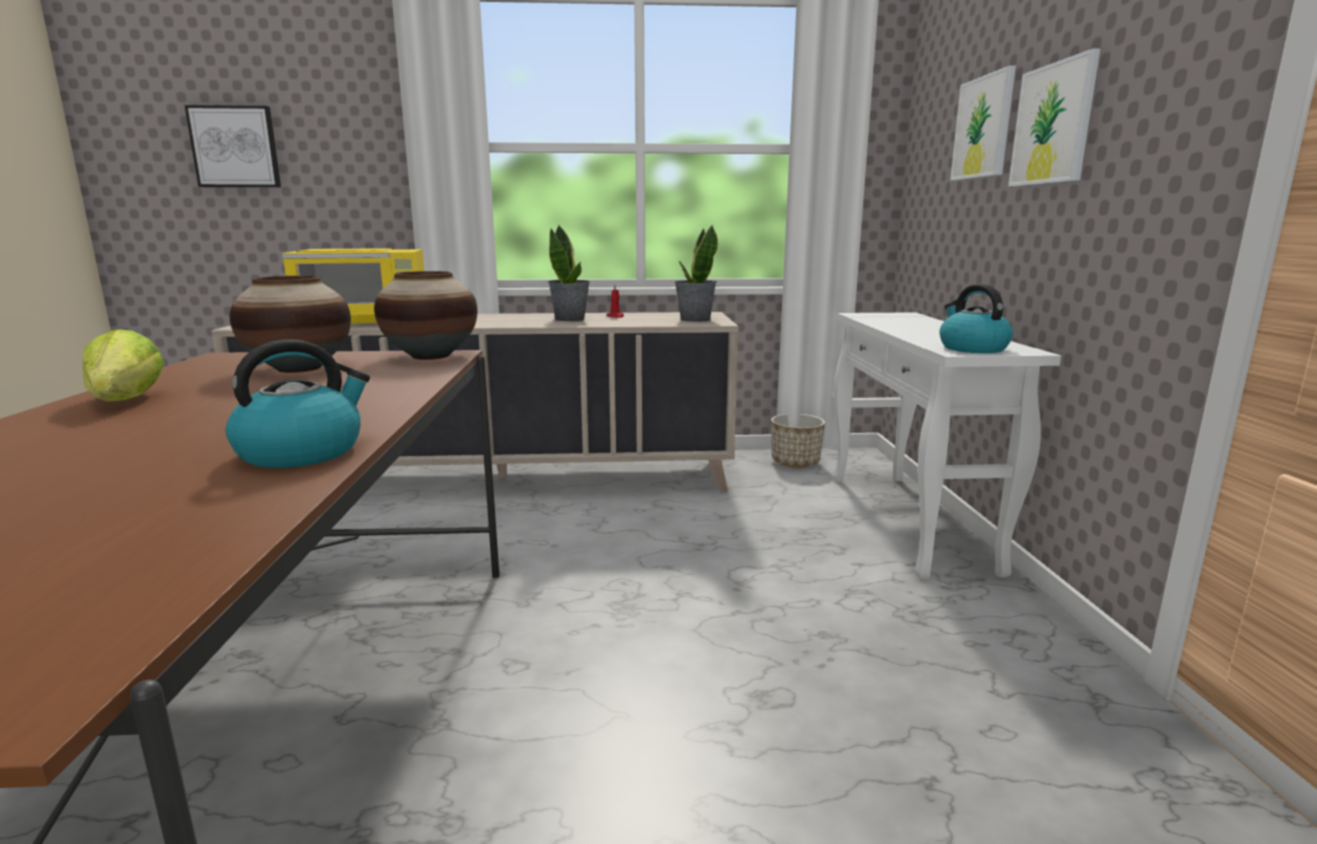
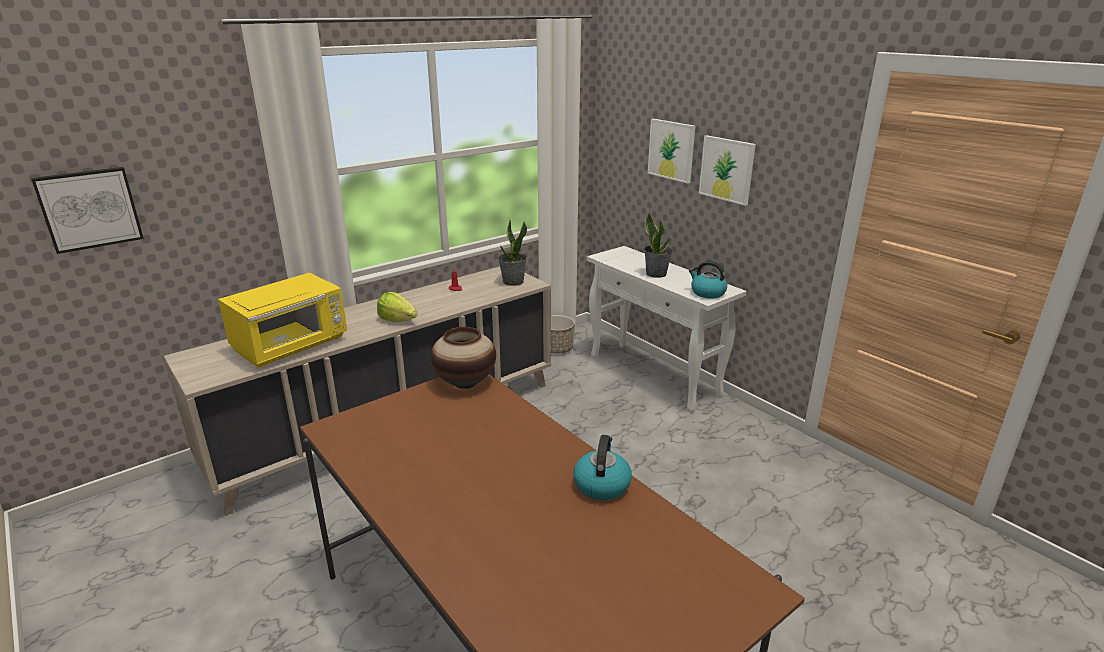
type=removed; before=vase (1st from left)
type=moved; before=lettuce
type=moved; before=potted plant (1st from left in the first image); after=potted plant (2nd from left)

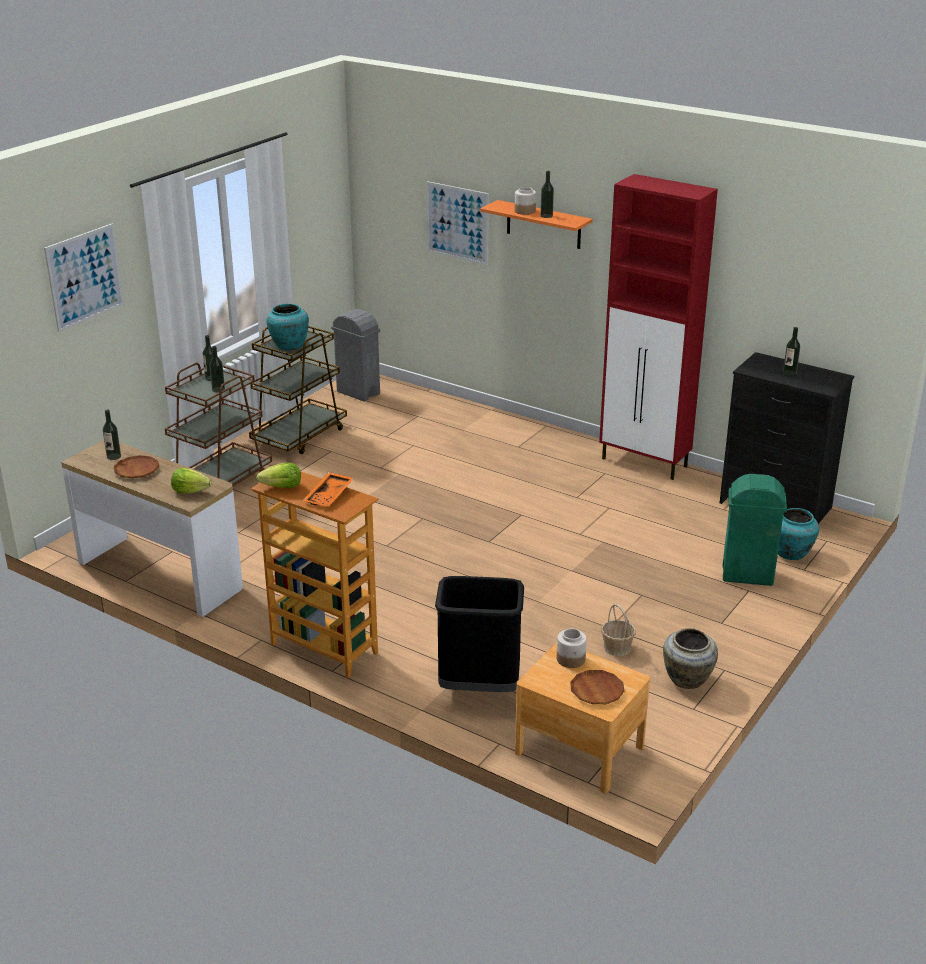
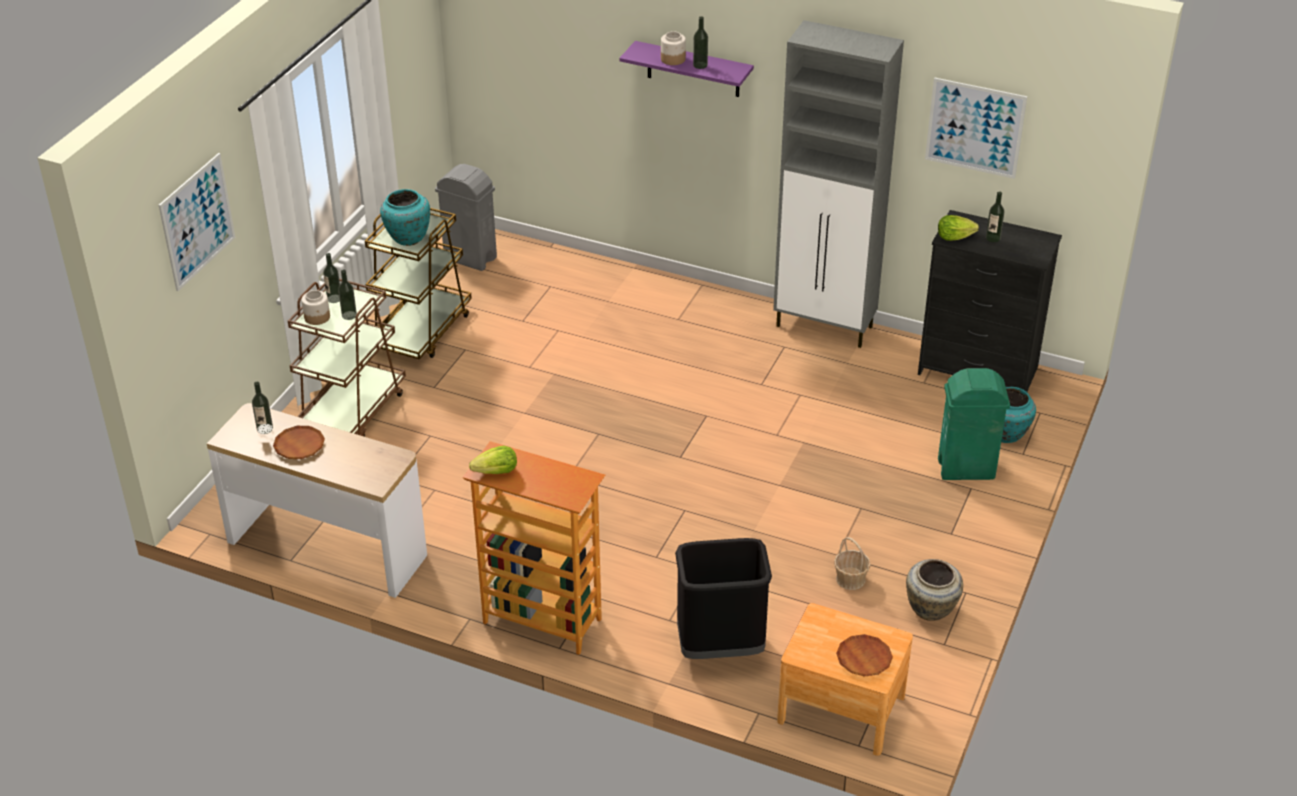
type=removed; before=orange tray
type=moved; before=lettuce (1st from left in the first image); after=lettuce (2nd from left)
type=moved; before=picture (2nd from left)
type=moved; before=jar (2nd from left in the first image); after=jar (1st from left)
type=recoloured; before=orange shelf; after=purple shelf
type=recoloured; before=red cabinet; after=grey cabinet

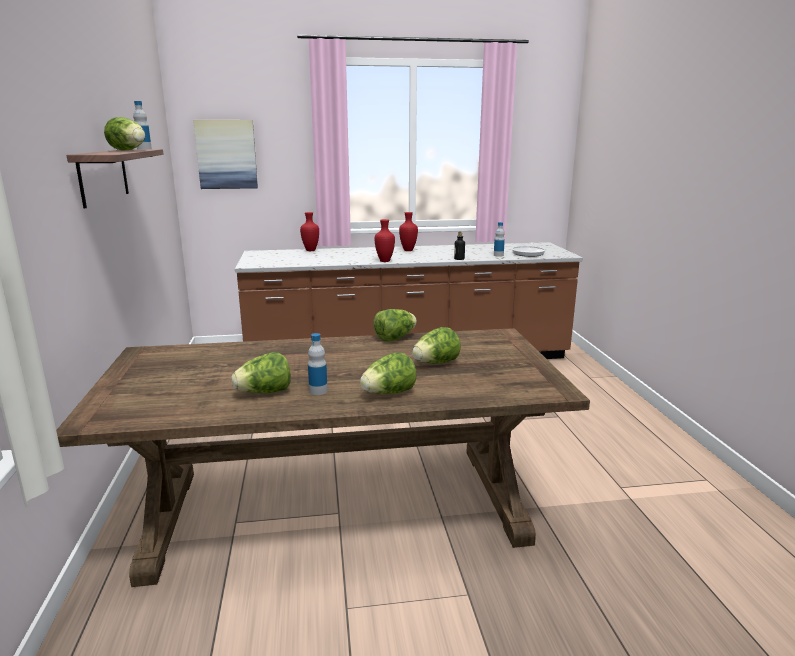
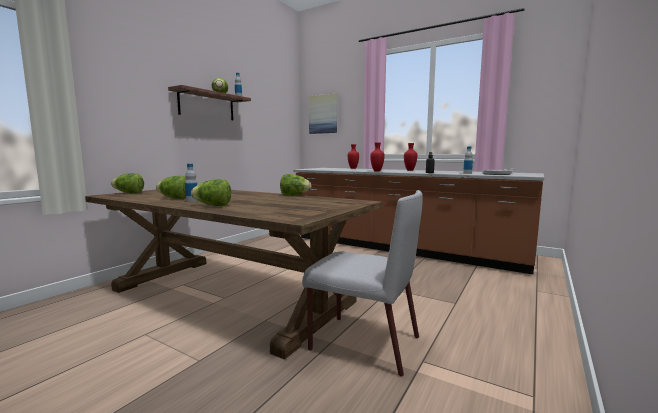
type=added; after=grey chair
type=moved; before=lettuce (5th from left in the first image); after=lettuce (1st from left)

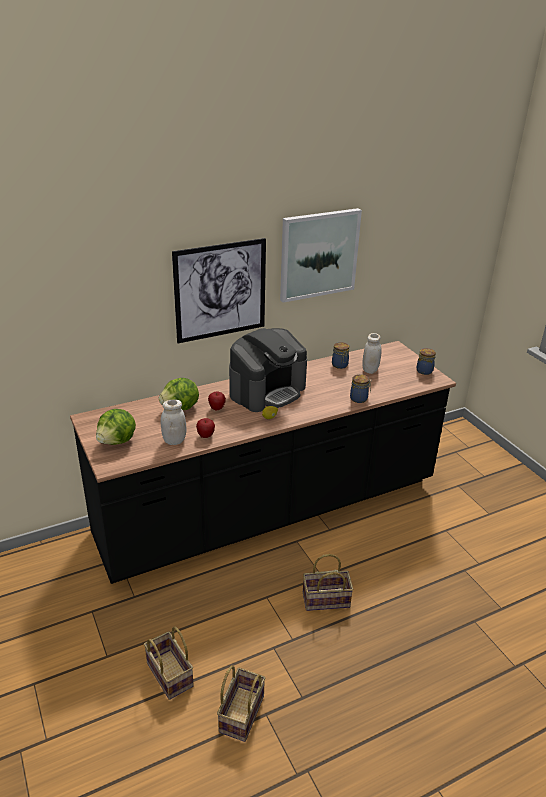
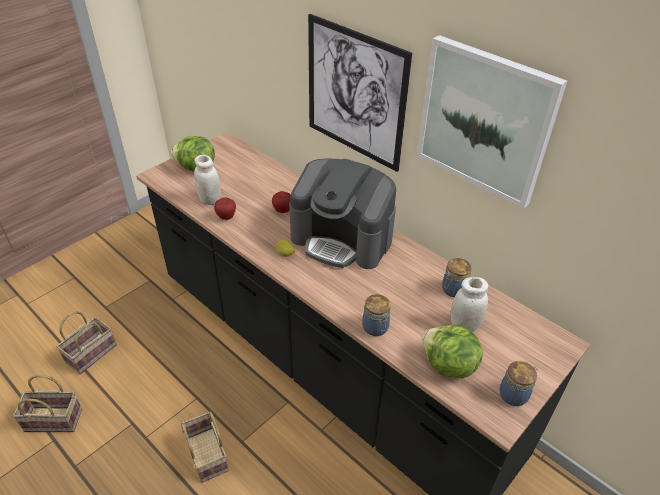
type=moved; before=lettuce (2nd from left)

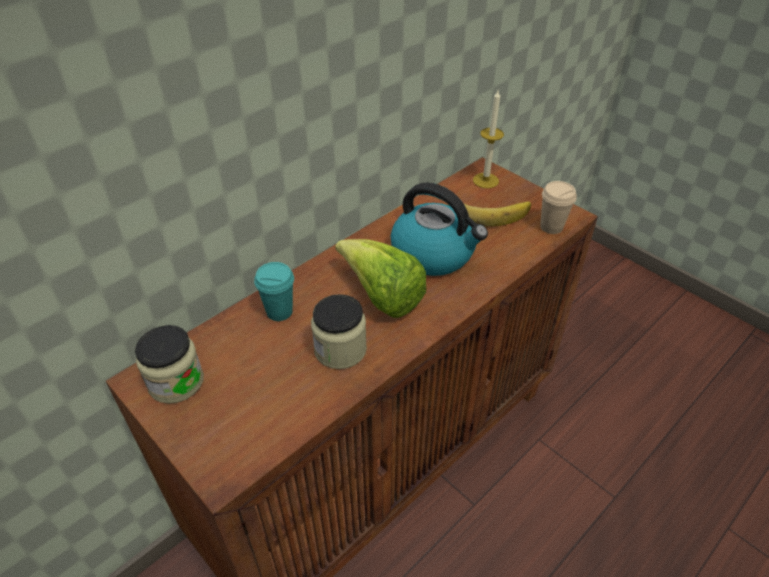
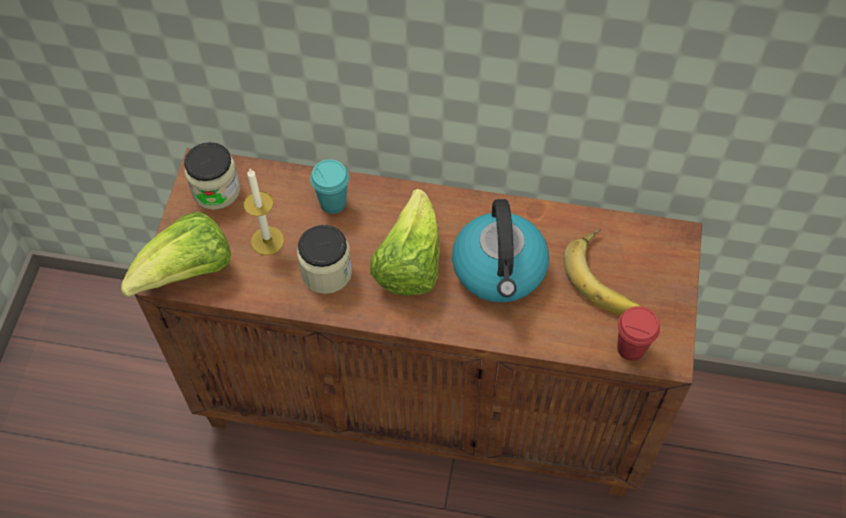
type=added; after=lettuce (1st from left)
type=moved; before=candle
type=recoloured; before=beige cup; after=red cup

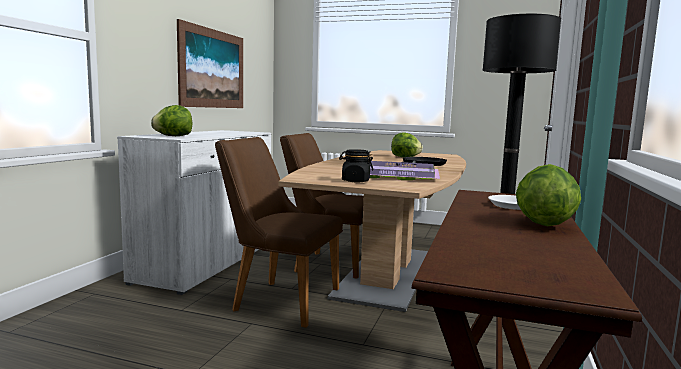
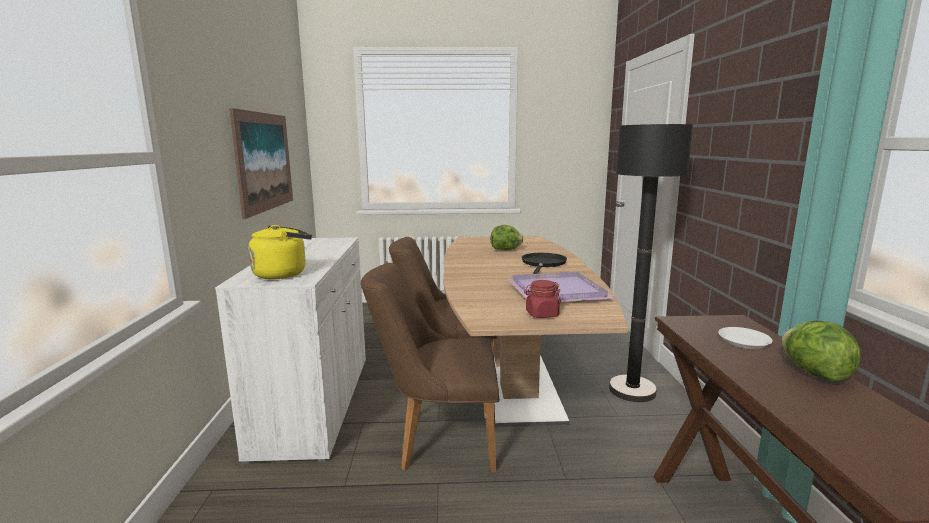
type=replaced; before=lettuce (1st from left); after=yellow kettle
type=recoloured; before=black jar; after=red jar

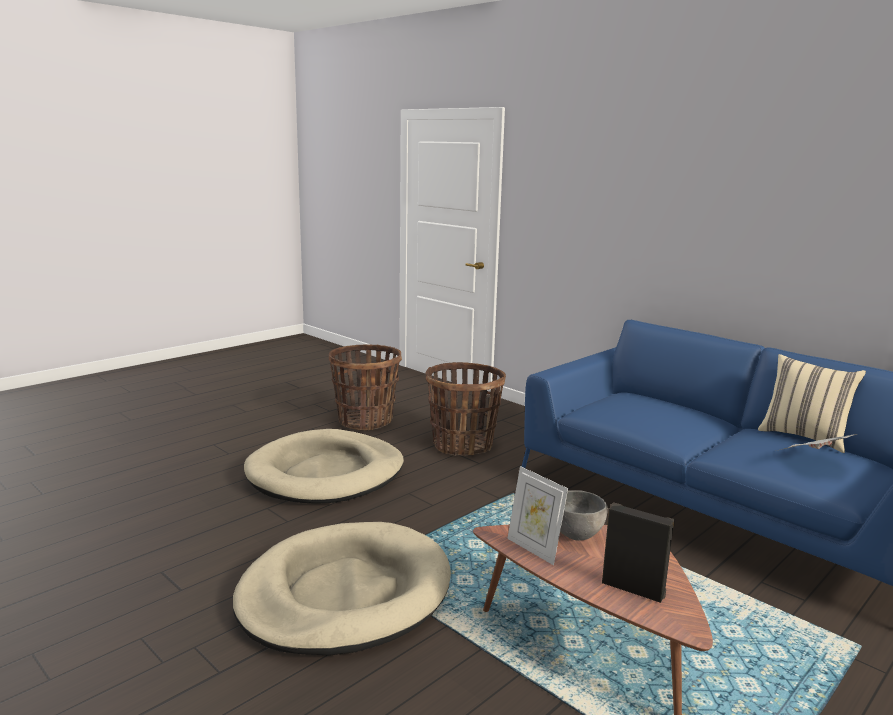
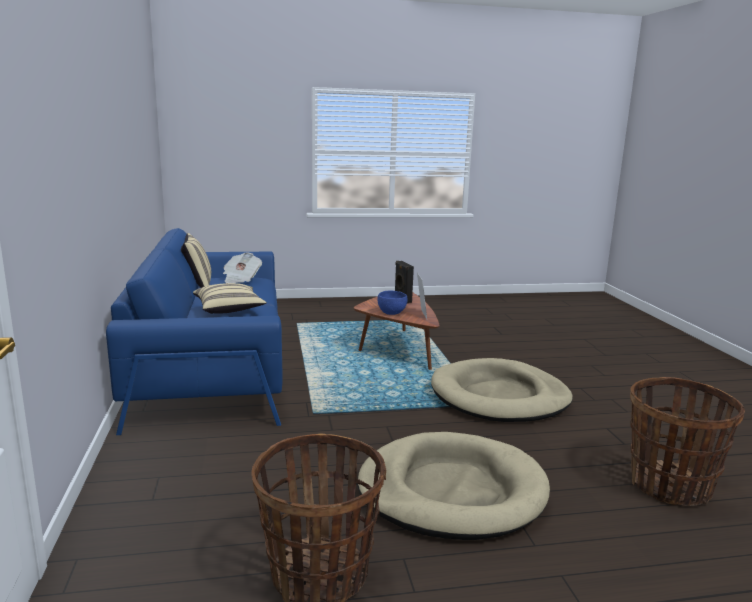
type=added; after=beige pillow (2nd from left)
type=moved; before=basket (2nd from left)
type=recoloured; before=grey bowl; after=blue bowl

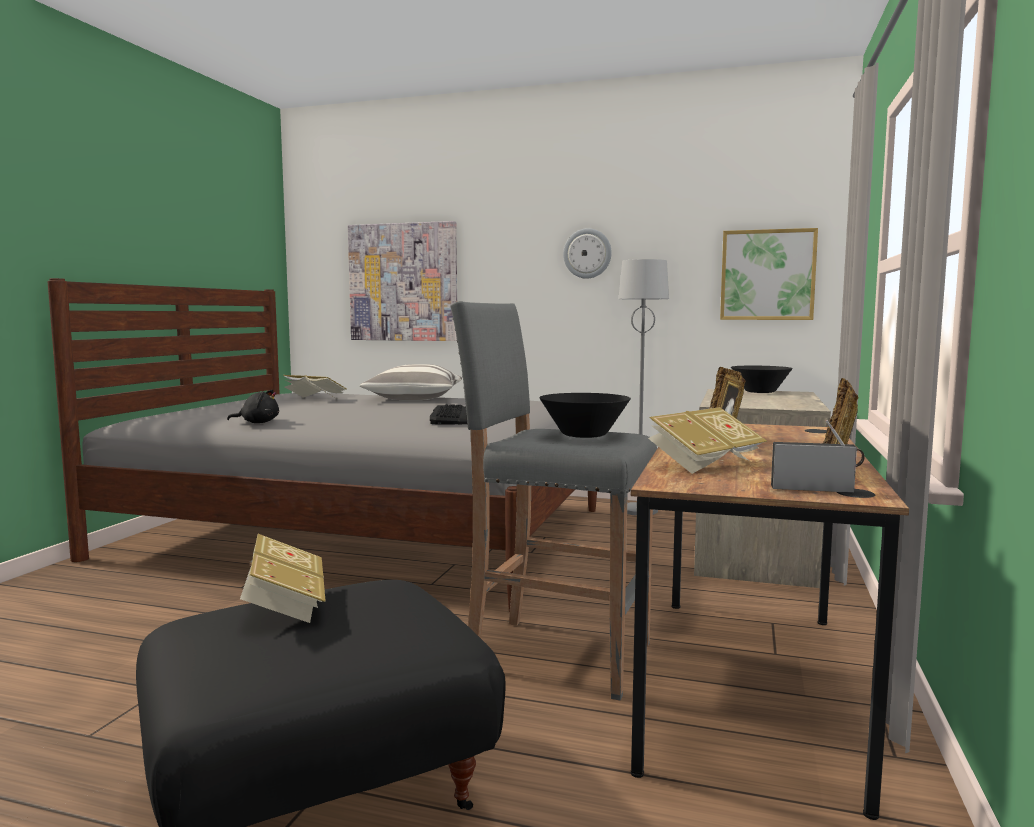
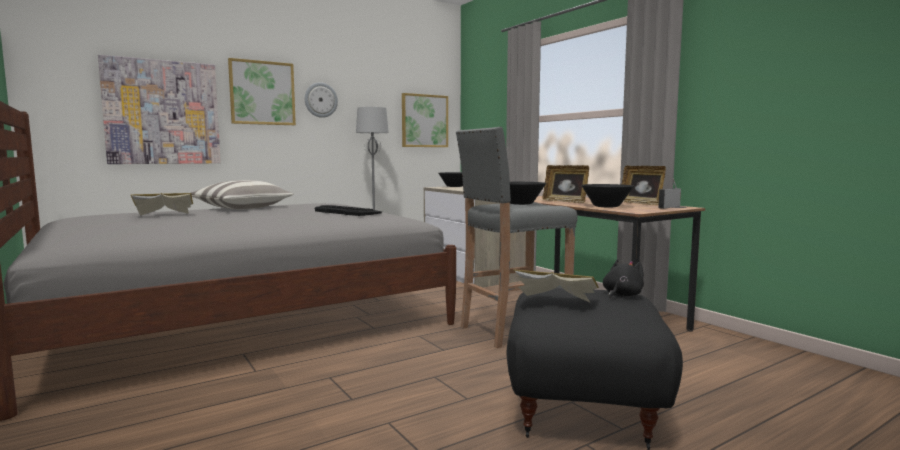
type=added; after=picture (2nd from left)
type=moved; before=black plush toy
type=replaced; before=book (3rd from left); after=black bowl (3rd from left)

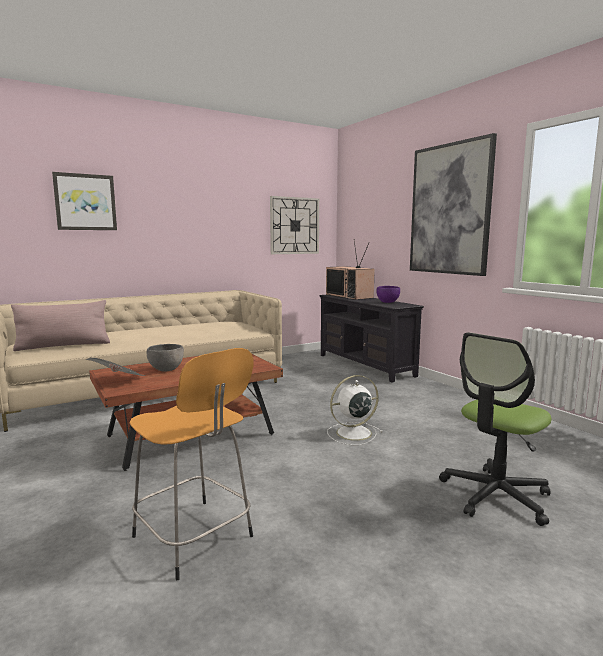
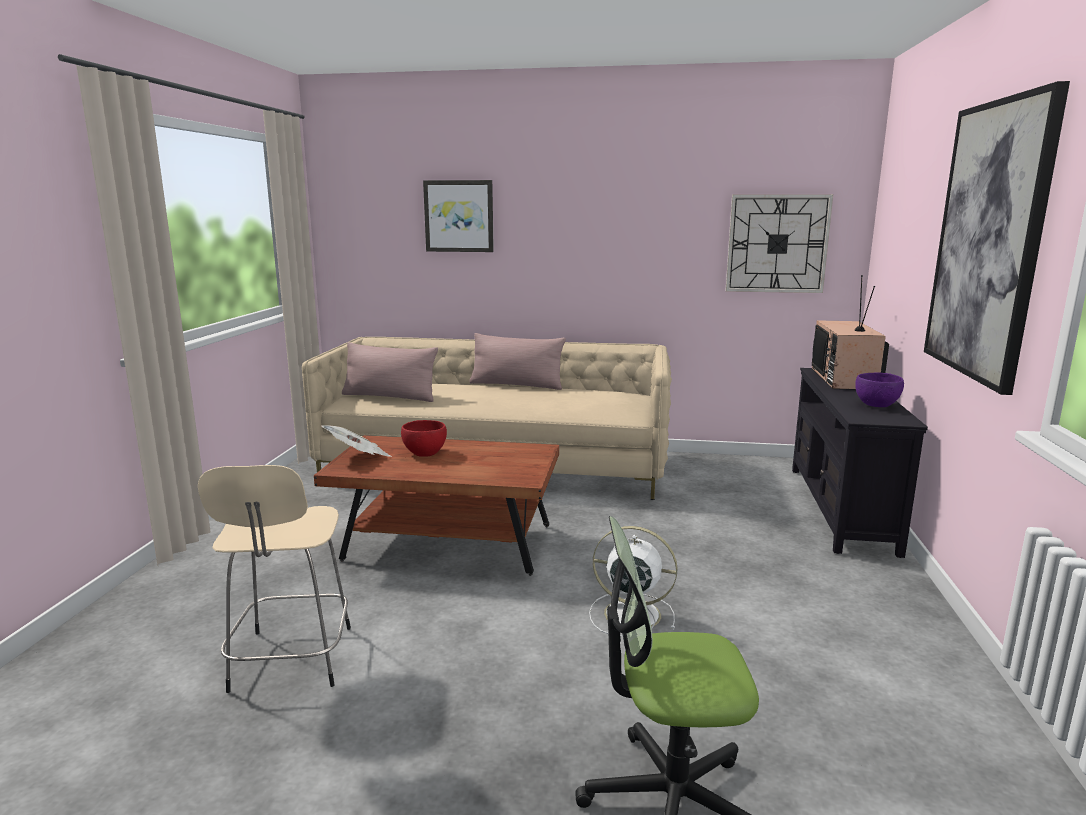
type=added; after=pink pillow (2nd from left)
type=recoloured; before=orange stool; after=beige stool
type=recoloured; before=grey bowl; after=red bowl

